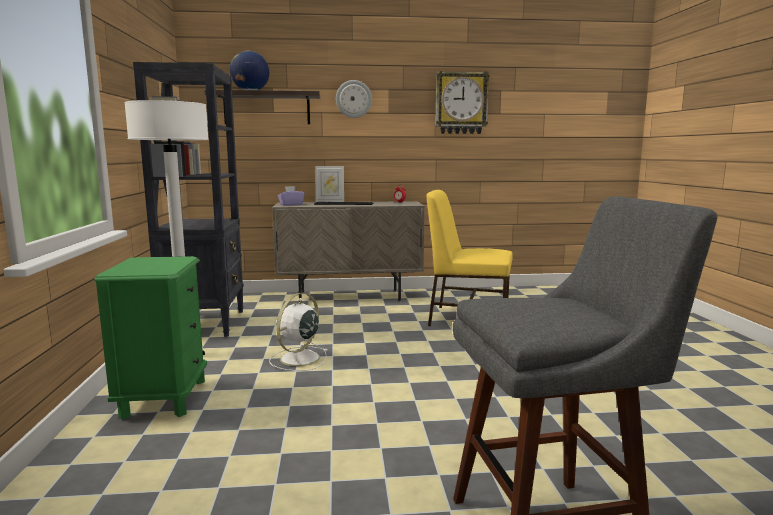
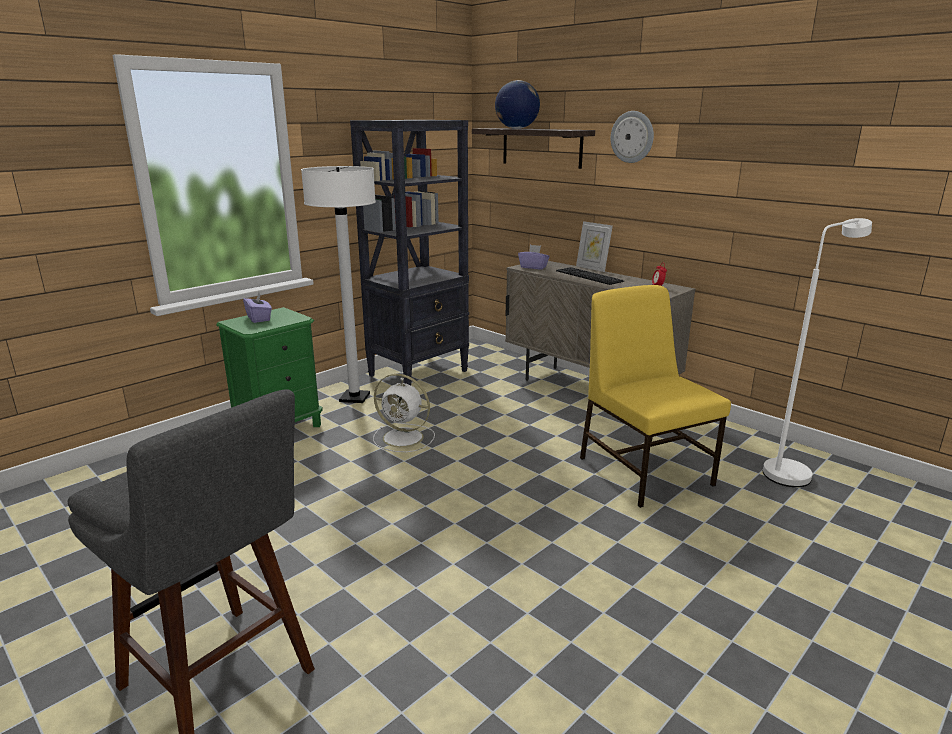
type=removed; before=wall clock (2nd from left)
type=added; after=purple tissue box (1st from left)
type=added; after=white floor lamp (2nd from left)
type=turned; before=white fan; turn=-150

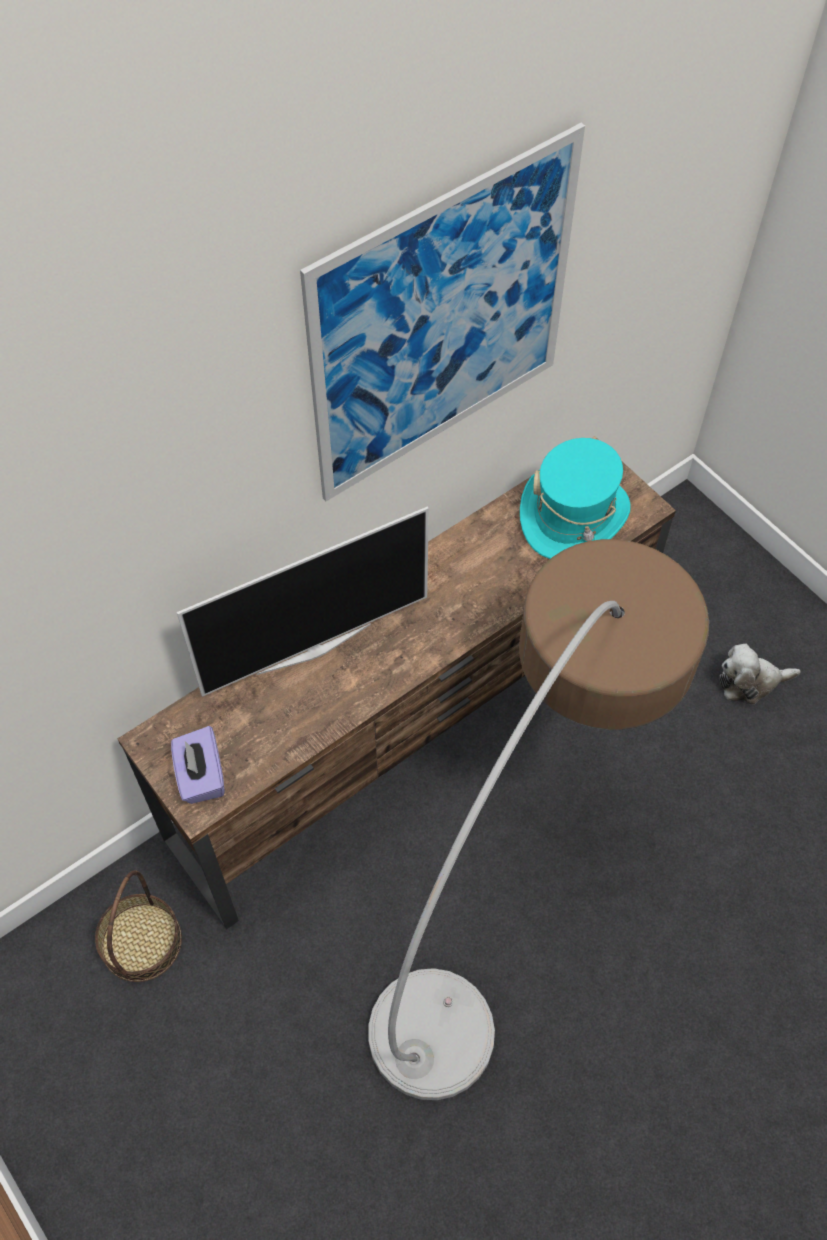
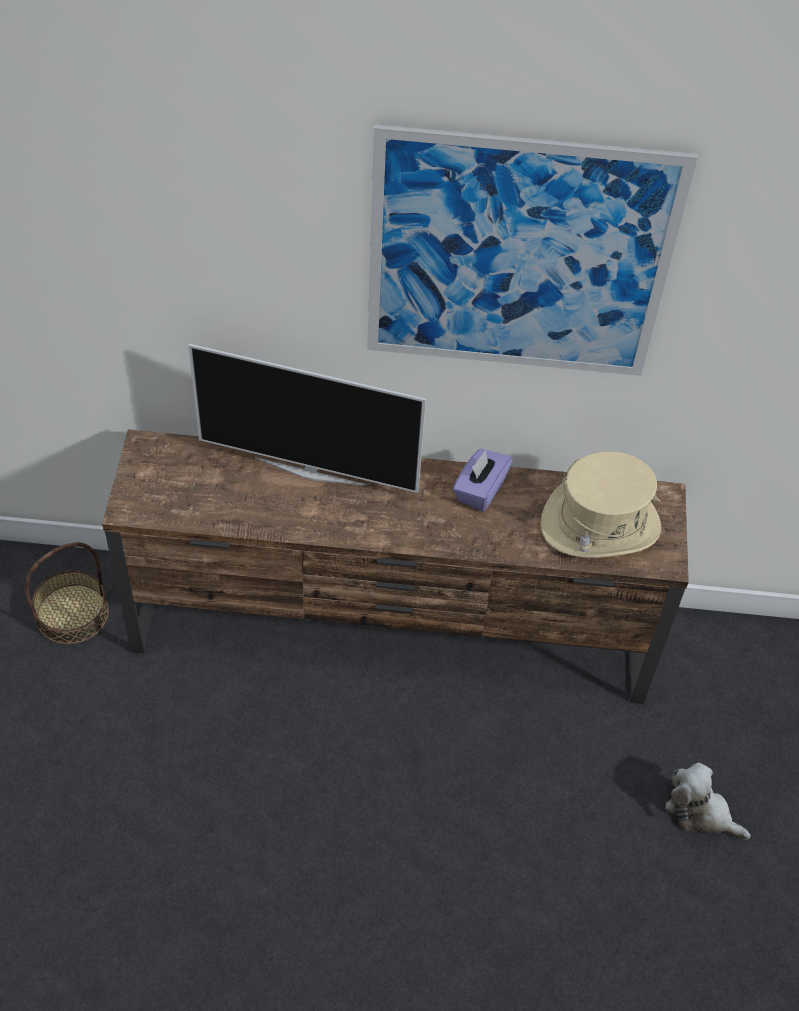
type=removed; before=floor lamp
type=moved; before=purple tissue box
type=recoloured; before=turquoise hat; after=beige hat

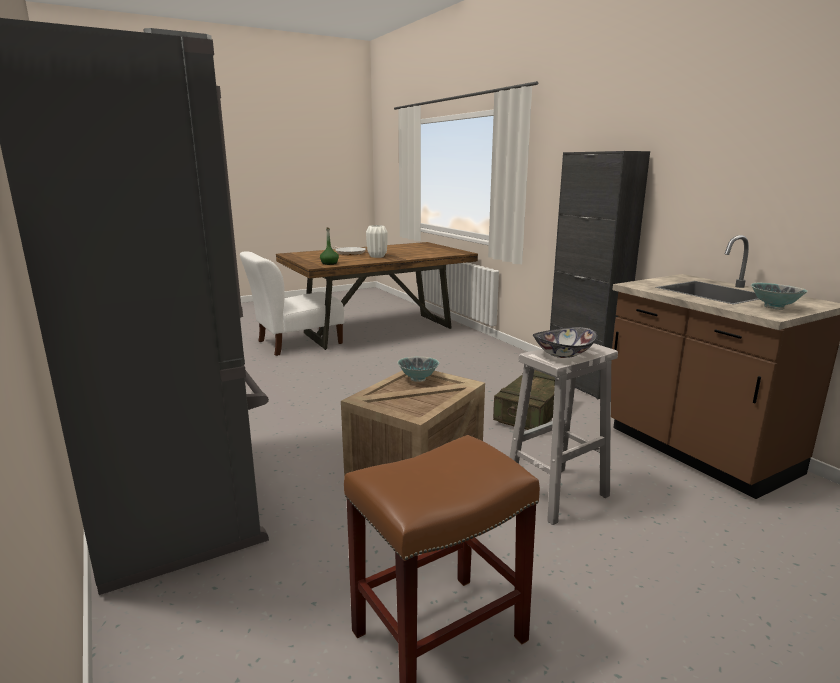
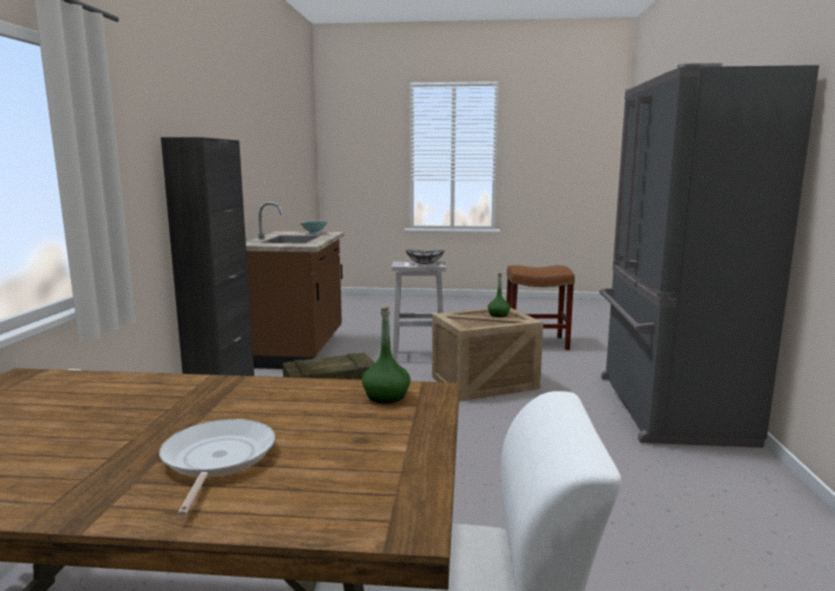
type=removed; before=white vase
type=removed; before=bowl (1st from left)
type=added; after=green bottle (2nd from left)

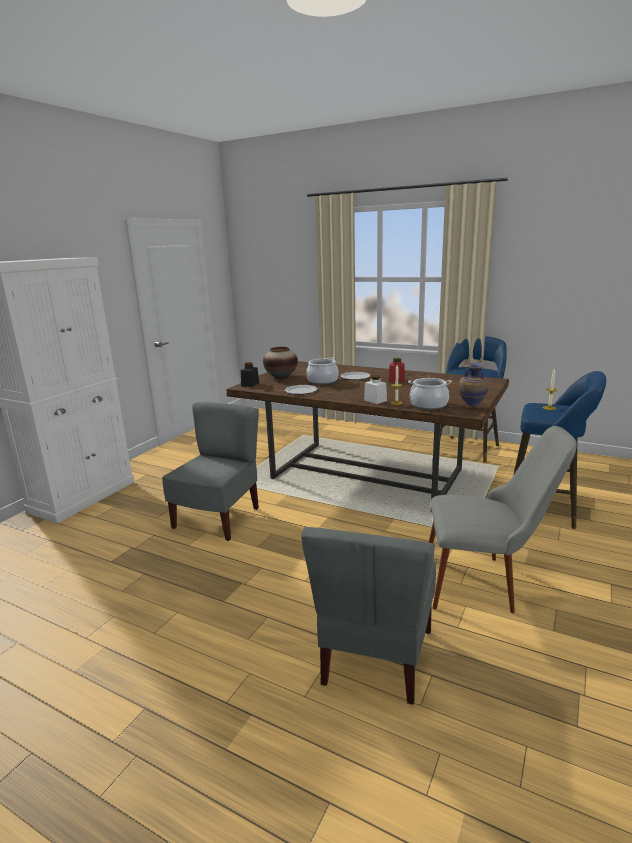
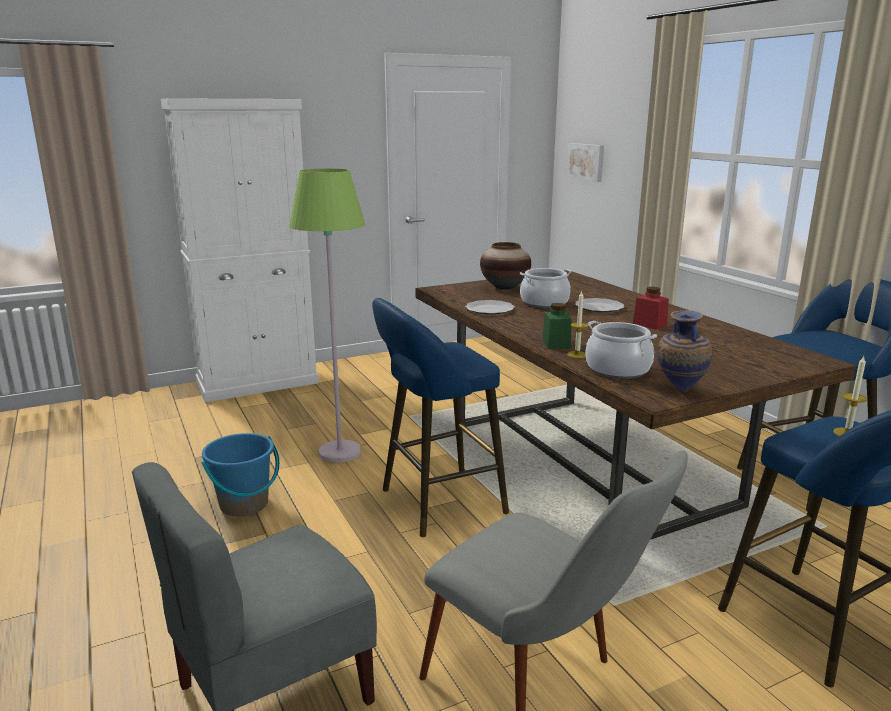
type=removed; before=black jar
type=added; after=blue bucket
type=added; after=blue stool (1st from left)
type=added; after=picture
type=replaced; before=grey chair (1st from left); after=green floor lamp
type=recoloured; before=white jar; after=green jar

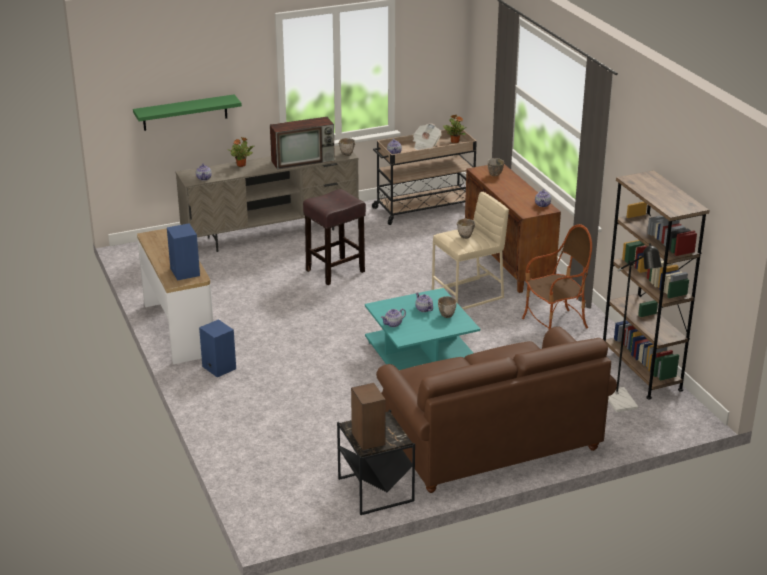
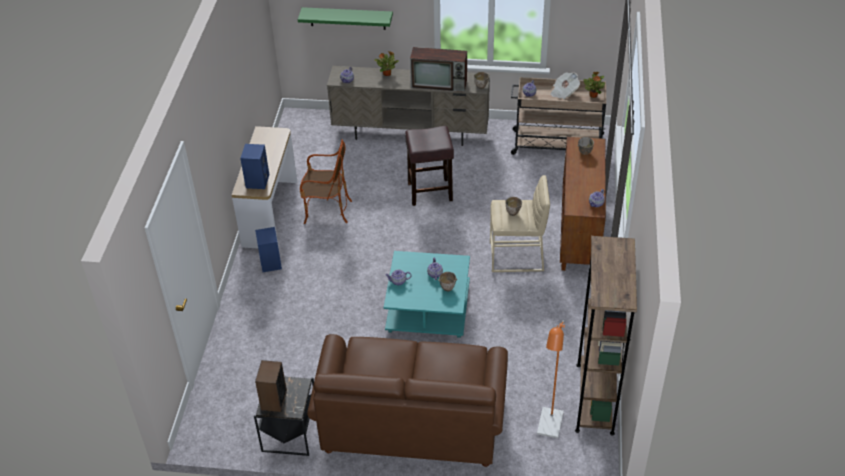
type=moved; before=armchair
type=recoloured; before=black floor lamp; after=orange floor lamp

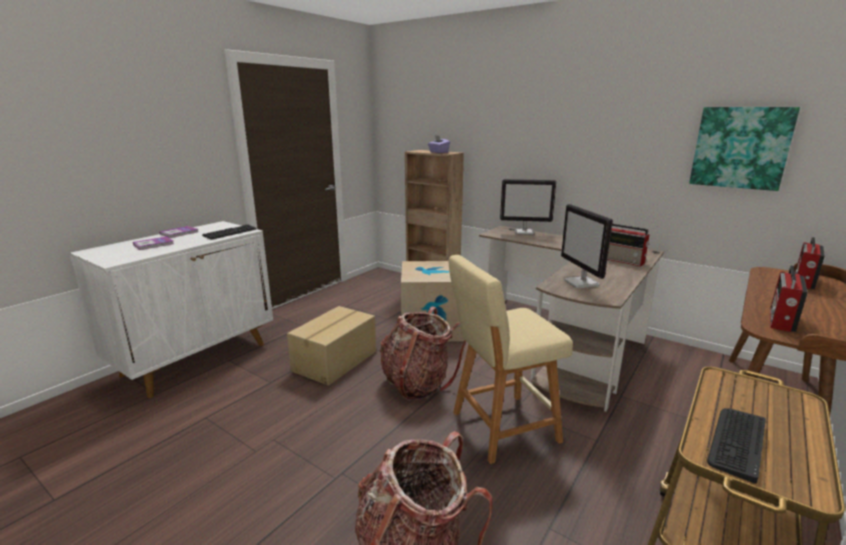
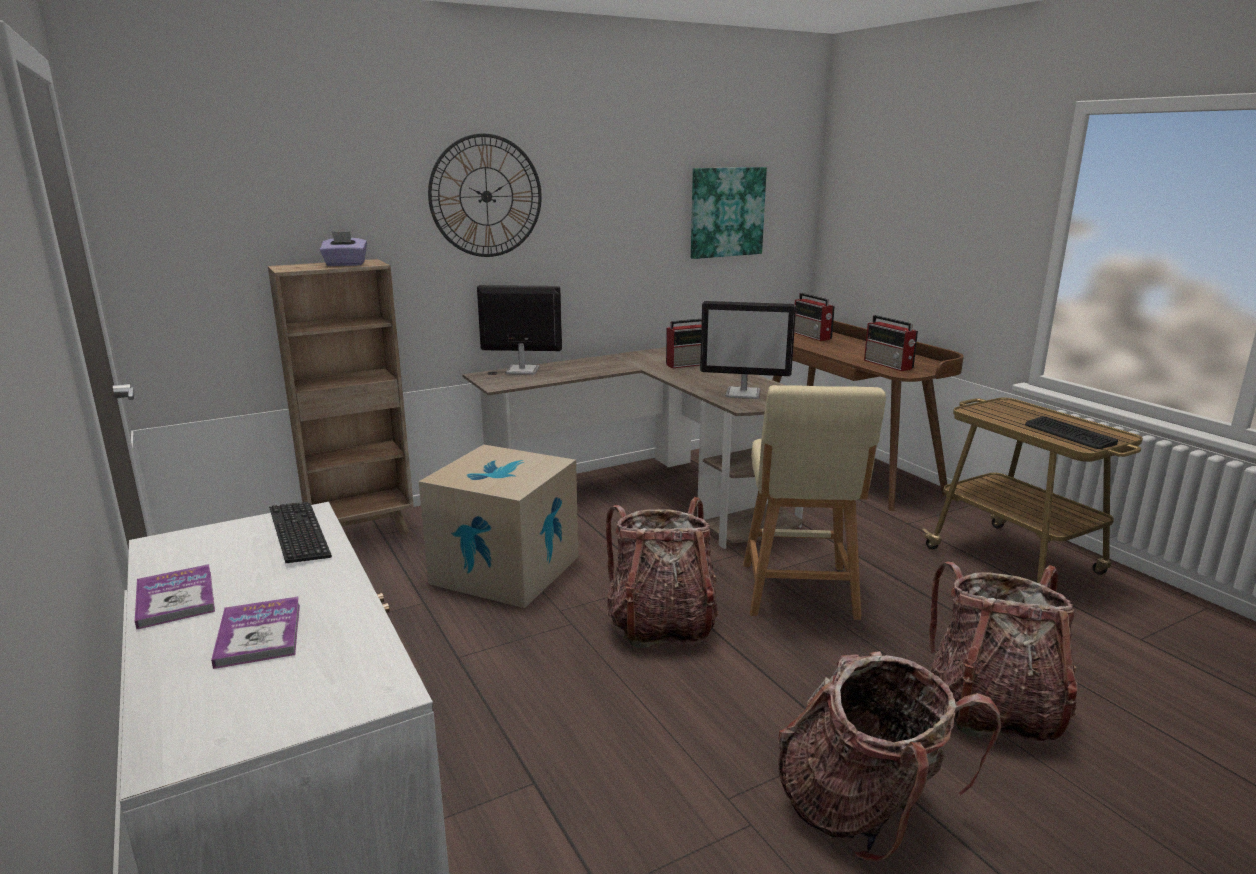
type=removed; before=cardboard box (1st from left)
type=added; after=wall clock
type=added; after=backpack (2nd from left)
type=turned; before=monitor (1st from left); turn=-120

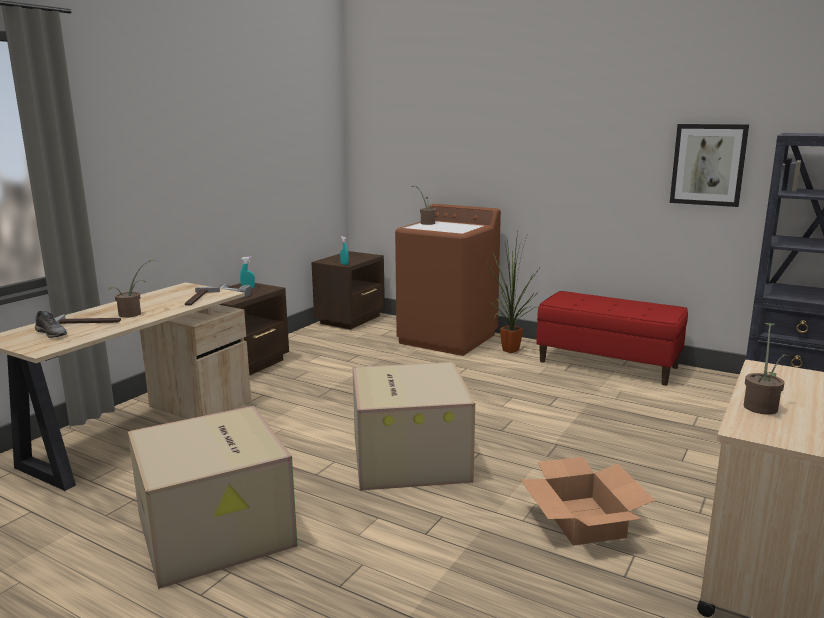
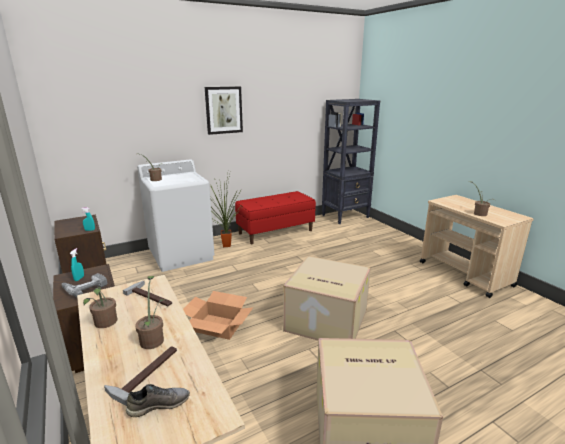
type=added; after=potted plant (1st from left)
type=moved; before=cardboard box (3rd from left in the first image); after=cardboard box (1st from left)
type=moved; before=picture
type=recoloured; before=brown washing machine; after=white washing machine

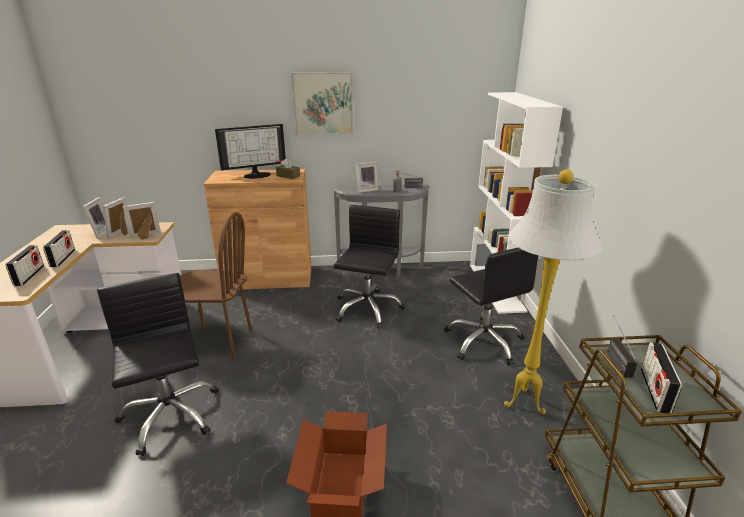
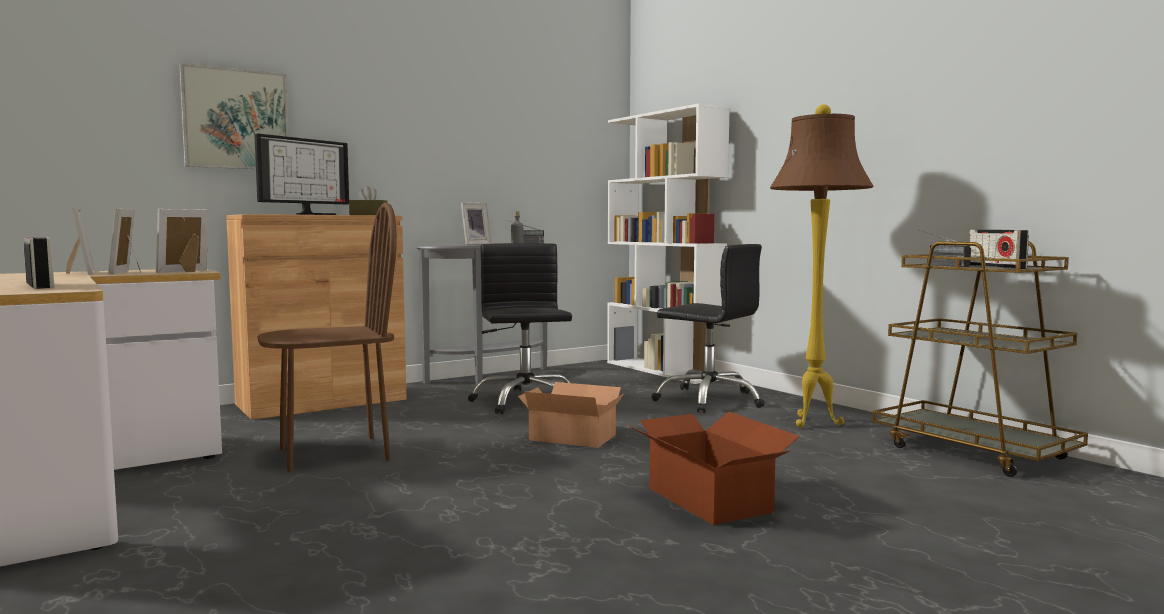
type=removed; before=radio (2nd from left)
type=removed; before=black office chair (1st from left)
type=added; after=cardboard box (1st from left)
type=moved; before=picture
type=recoloured; before=white floor lamp; after=brown floor lamp

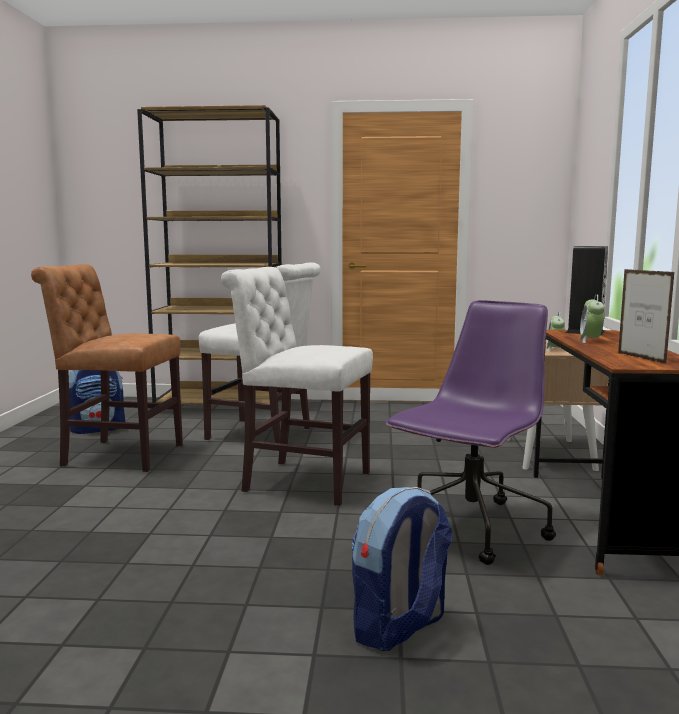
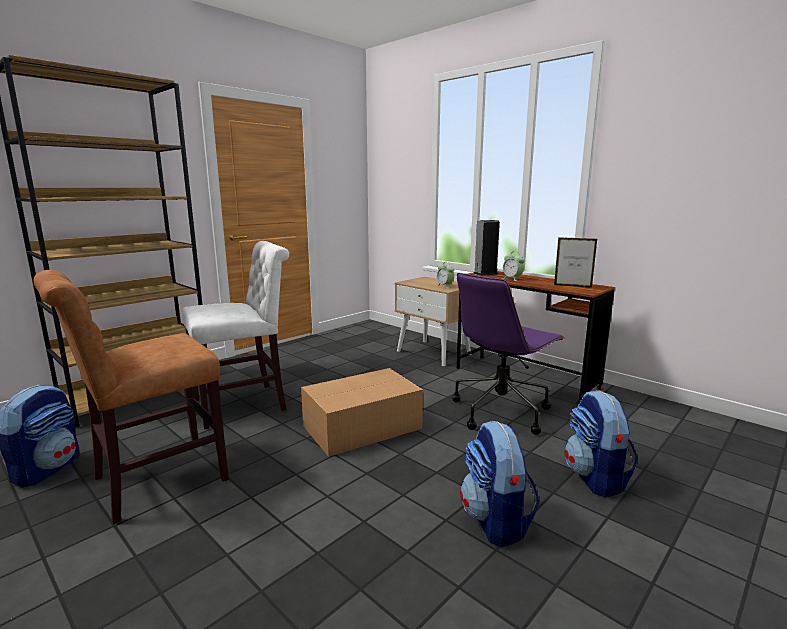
type=added; after=backpack (2nd from left)
type=replaced; before=white chair (2nd from left); after=cardboard box
type=turned; before=purple office chair; turn=-120

